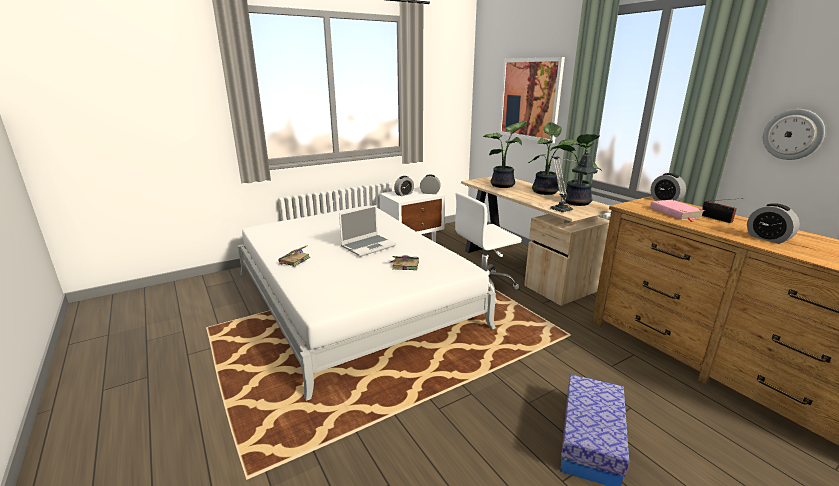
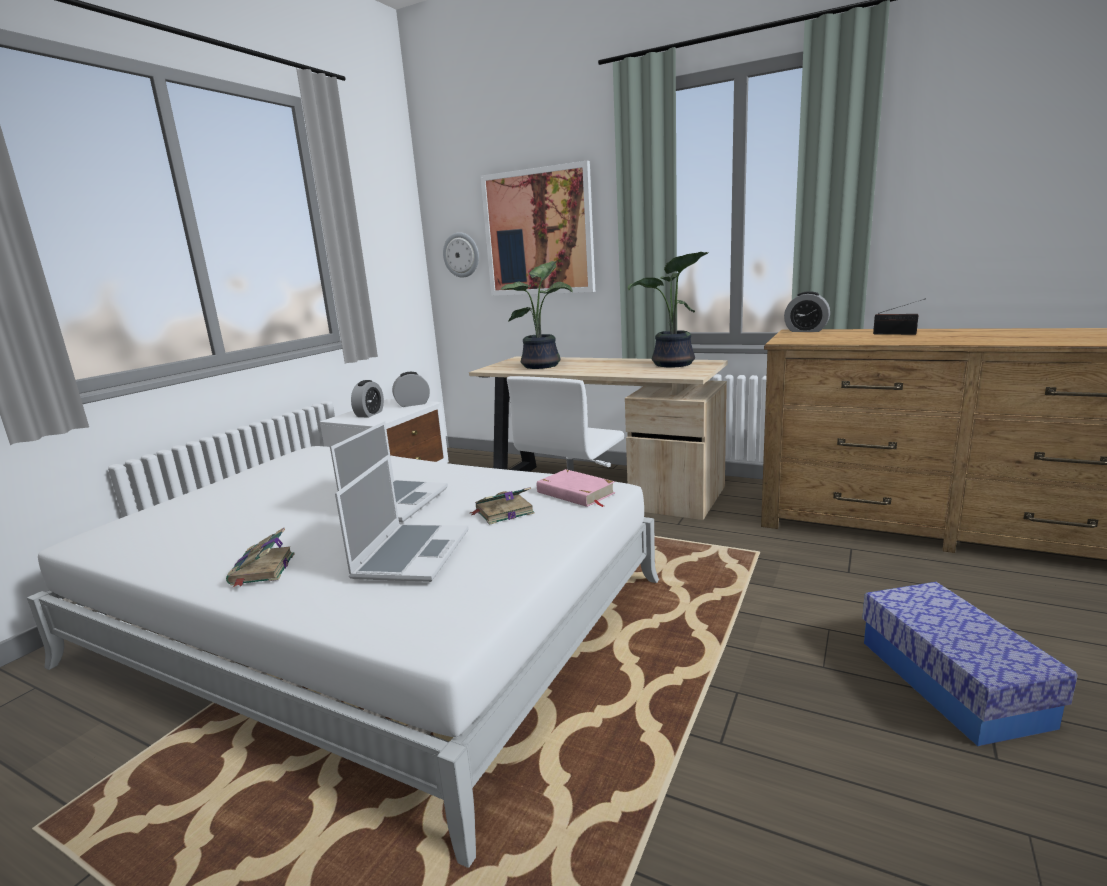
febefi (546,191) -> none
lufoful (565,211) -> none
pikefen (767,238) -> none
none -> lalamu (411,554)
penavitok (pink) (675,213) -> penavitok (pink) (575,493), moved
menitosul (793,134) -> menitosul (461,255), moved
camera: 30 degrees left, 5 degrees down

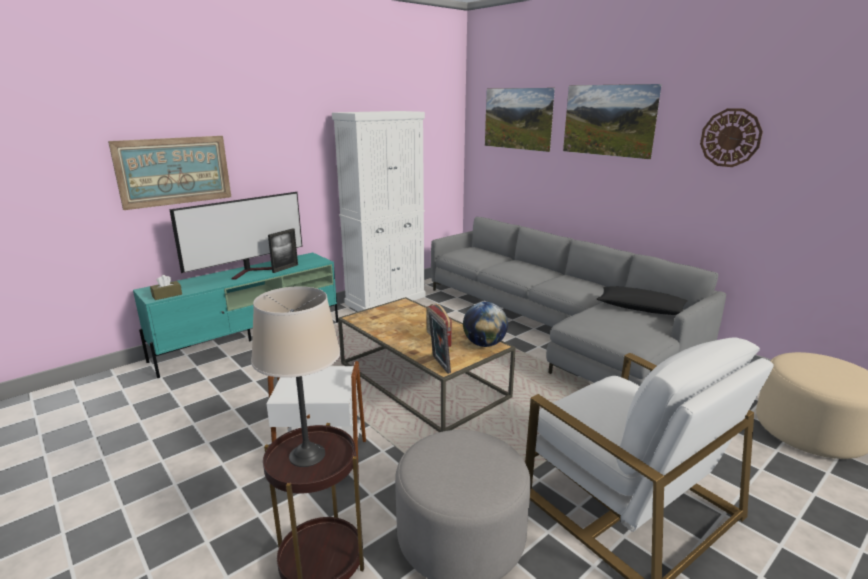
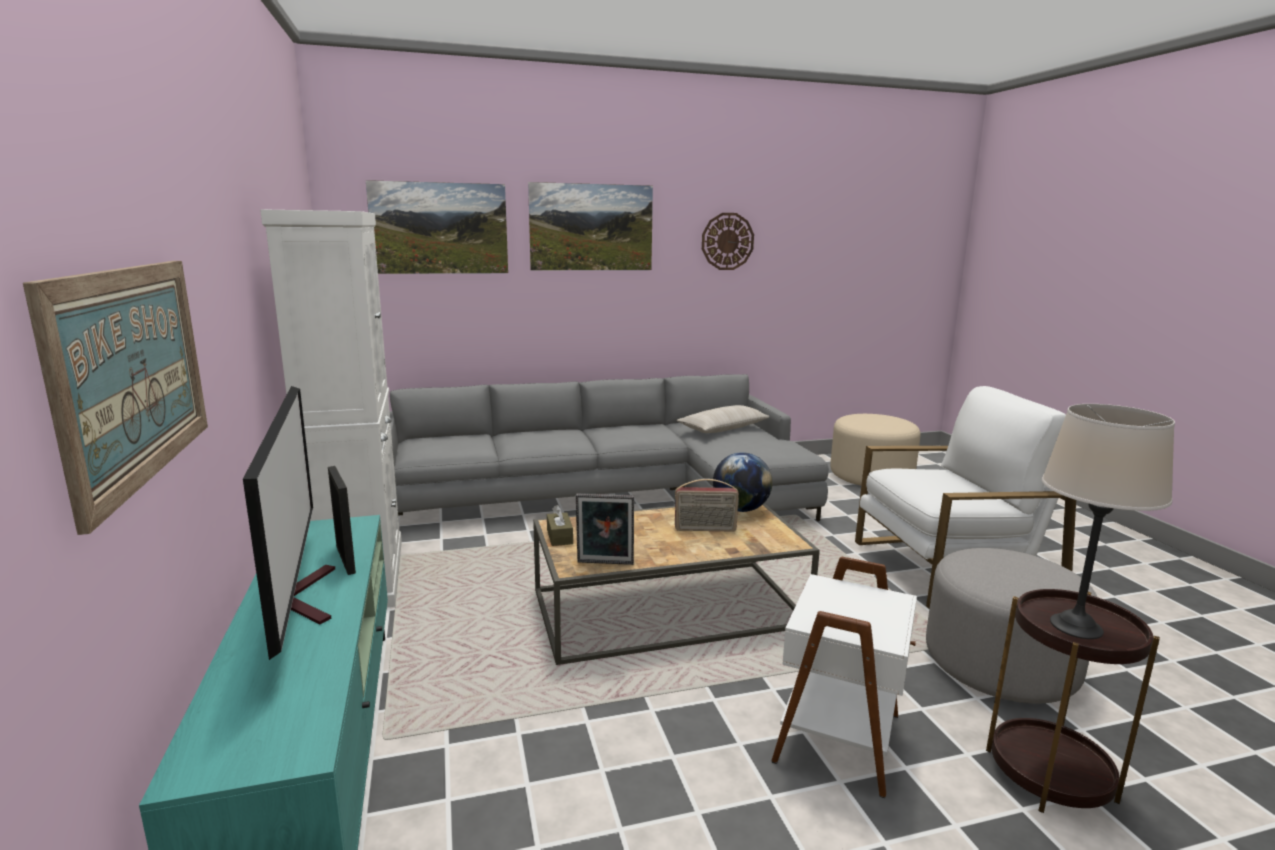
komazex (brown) (167,295) -> komazex (brown) (559,536), moved
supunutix (439,365) -> supunutix (605,564), moved
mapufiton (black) (640,308) -> mapufiton (beige) (723,428)
camera: 65 degrees left, 5 degrees down

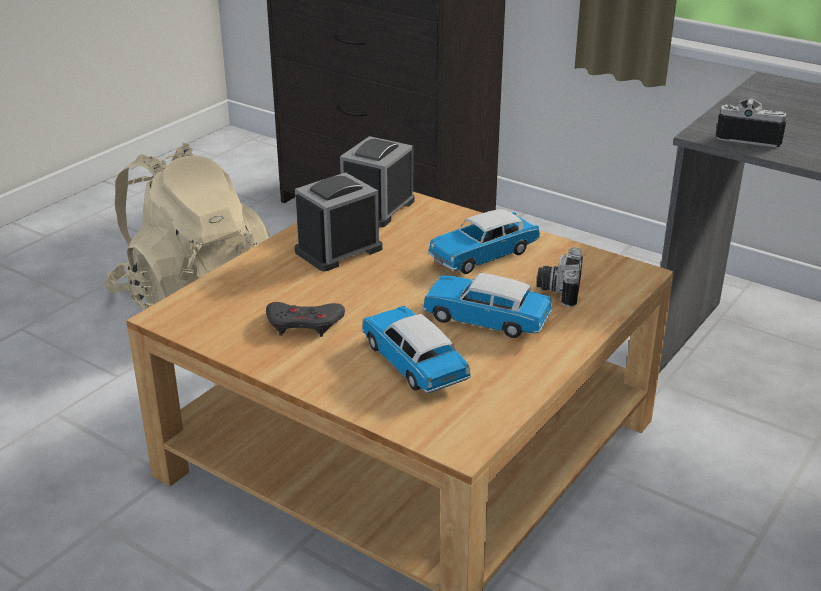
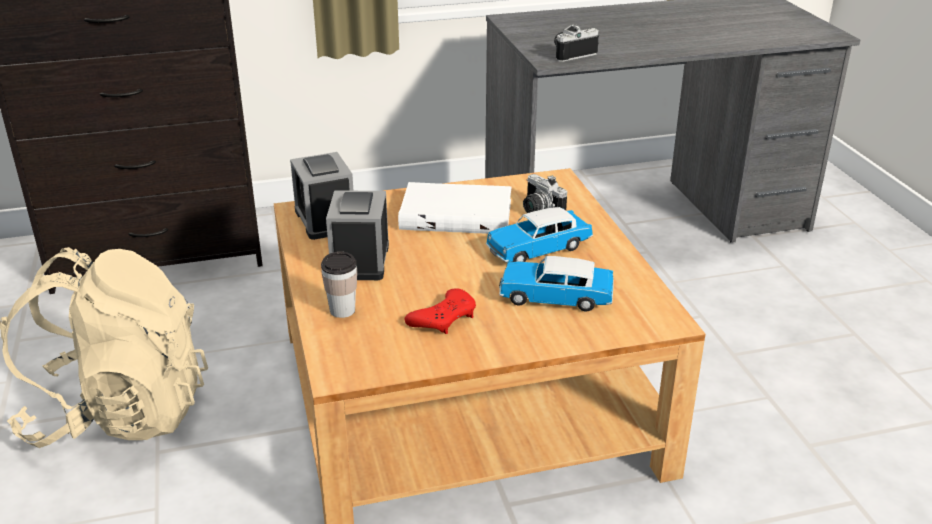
none -> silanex (342,310)
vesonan (483,255) -> penavitok (white) (457,214)
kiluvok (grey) (304,324) -> kiluvok (red) (444,317)
camera: 50 degrees left, 0 degrees up

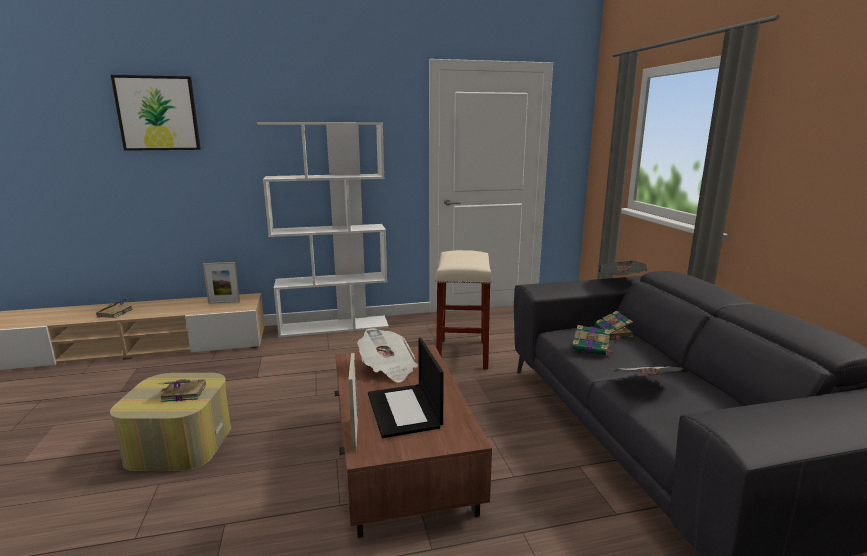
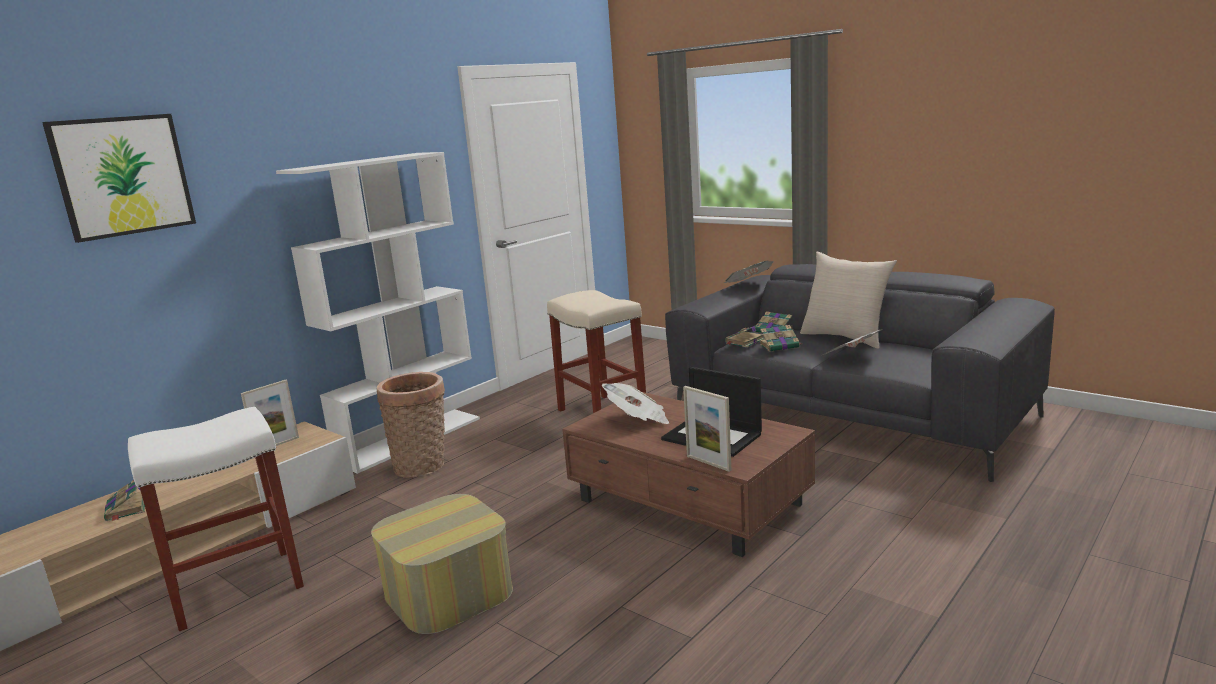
none -> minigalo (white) (235,589)
none -> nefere (423,466)
none -> mapufiton (beige) (845,337)
penavitok (183,393) -> penavitok (744,342), moved
camera: 35 degrees left, 0 degrees up

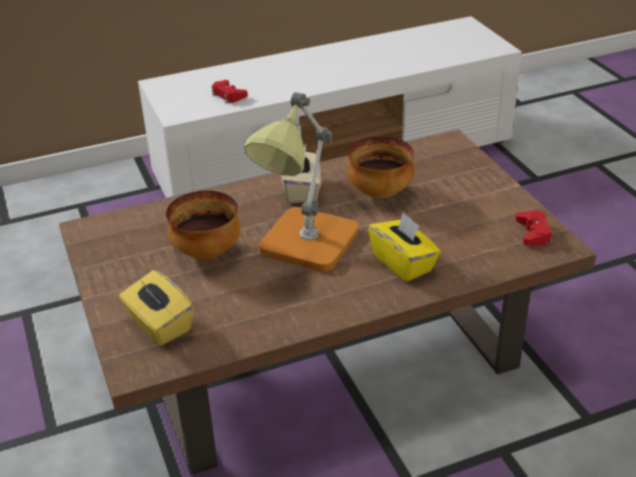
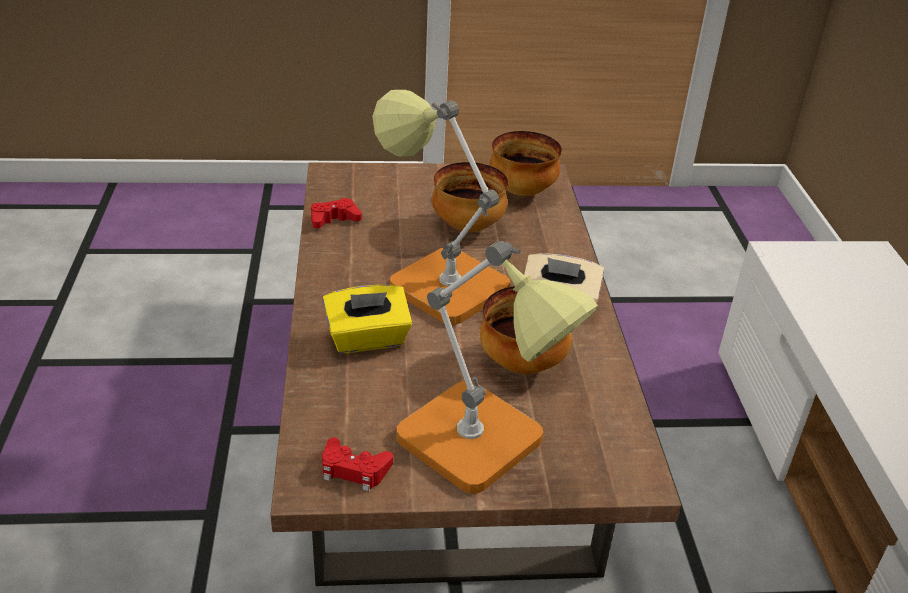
komazex (yellow) (159,325) -> none
none -> lufoful (484,447)
none -> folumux (522,191)
kiluvok (red) (228,95) -> kiluvok (red) (334,219), moved
camera: 105 degrees right, 0 degrees up

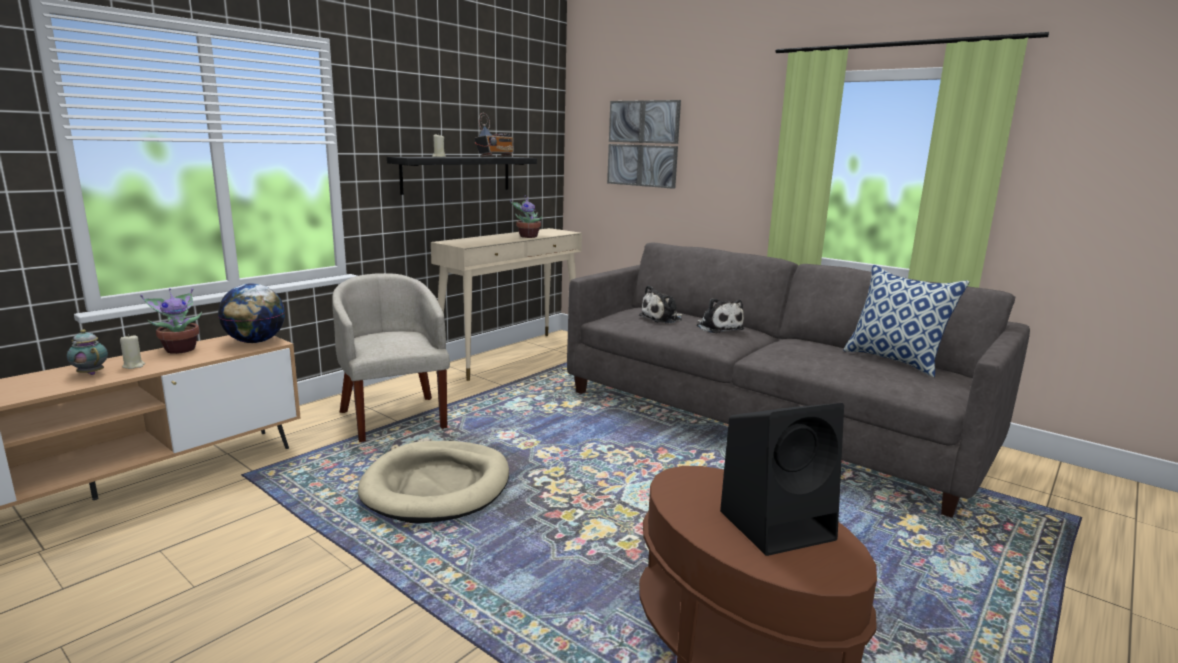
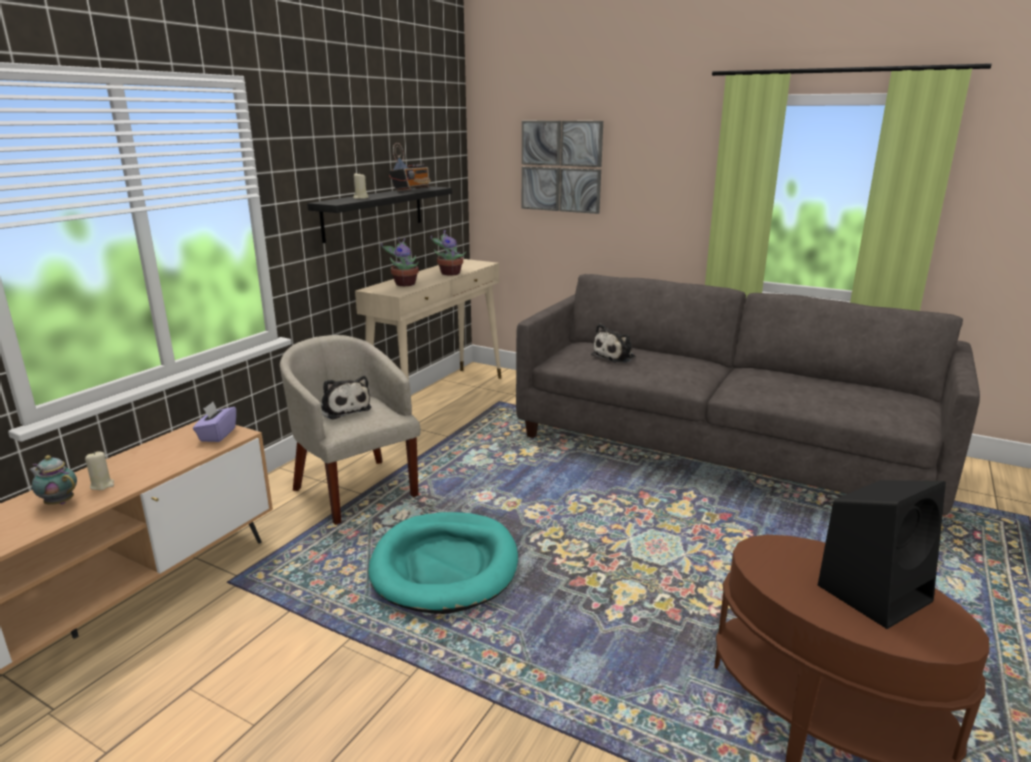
mapufiton (895,361) -> none
febefi (180,349) -> febefi (404,284), moved
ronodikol (718,327) -> ronodikol (344,409), moved
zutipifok (255,342) -> komazex (purple) (217,435)
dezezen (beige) (437,486) -> dezezen (turquoise) (445,566)
camera: 10 degrees left, 5 degrees up

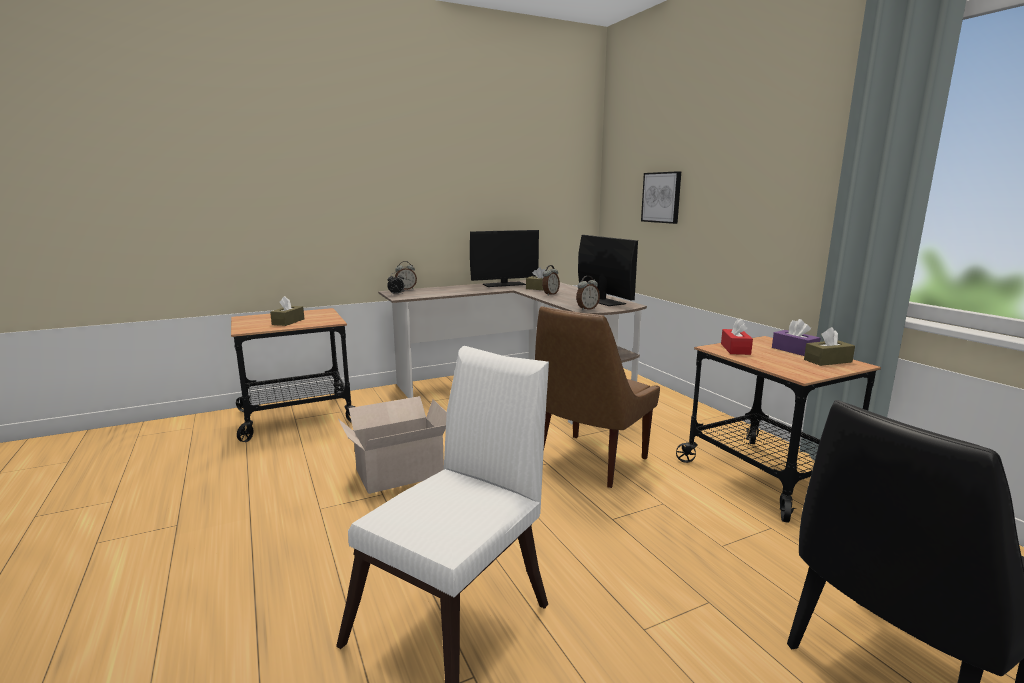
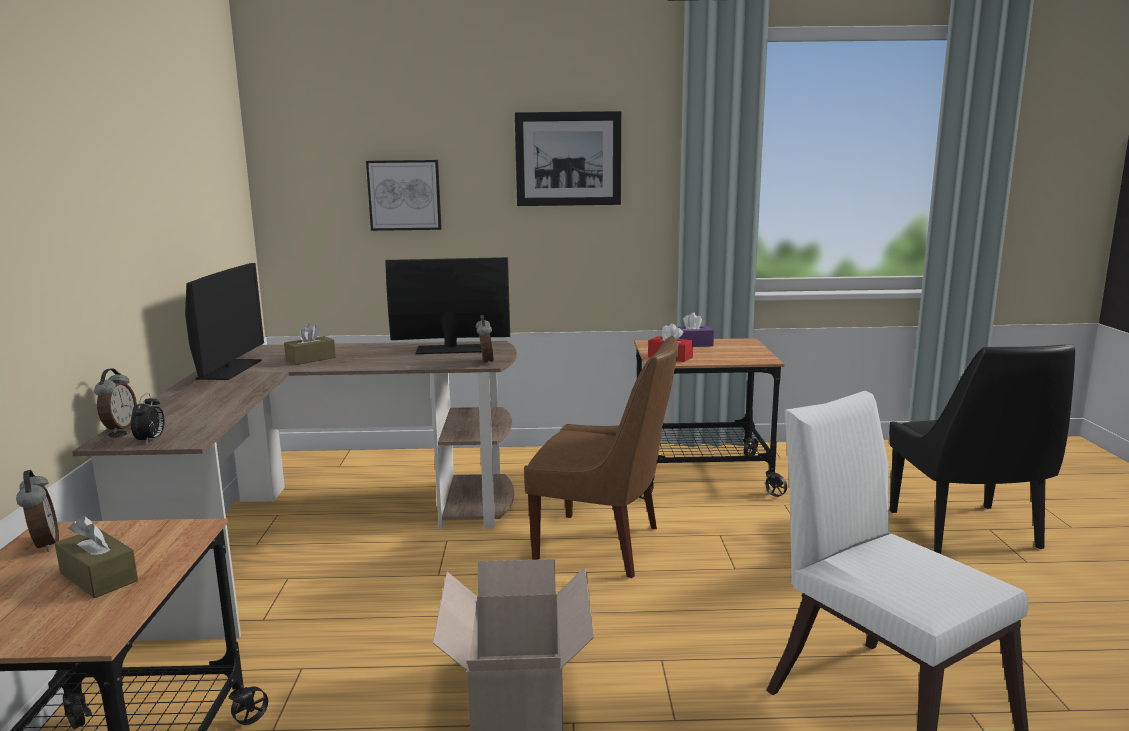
komazex (brown) (827,361) -> none
none -> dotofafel (568,159)
pikefen (550,294) -> pikefen (44,545), moved
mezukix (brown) (588,461) -> mezukix (brown) (603,546), 45 degrees counterclockwise
camera: 65 degrees left, 0 degrees up

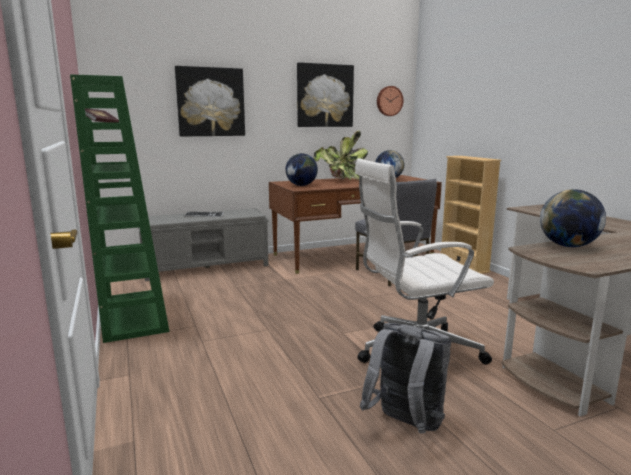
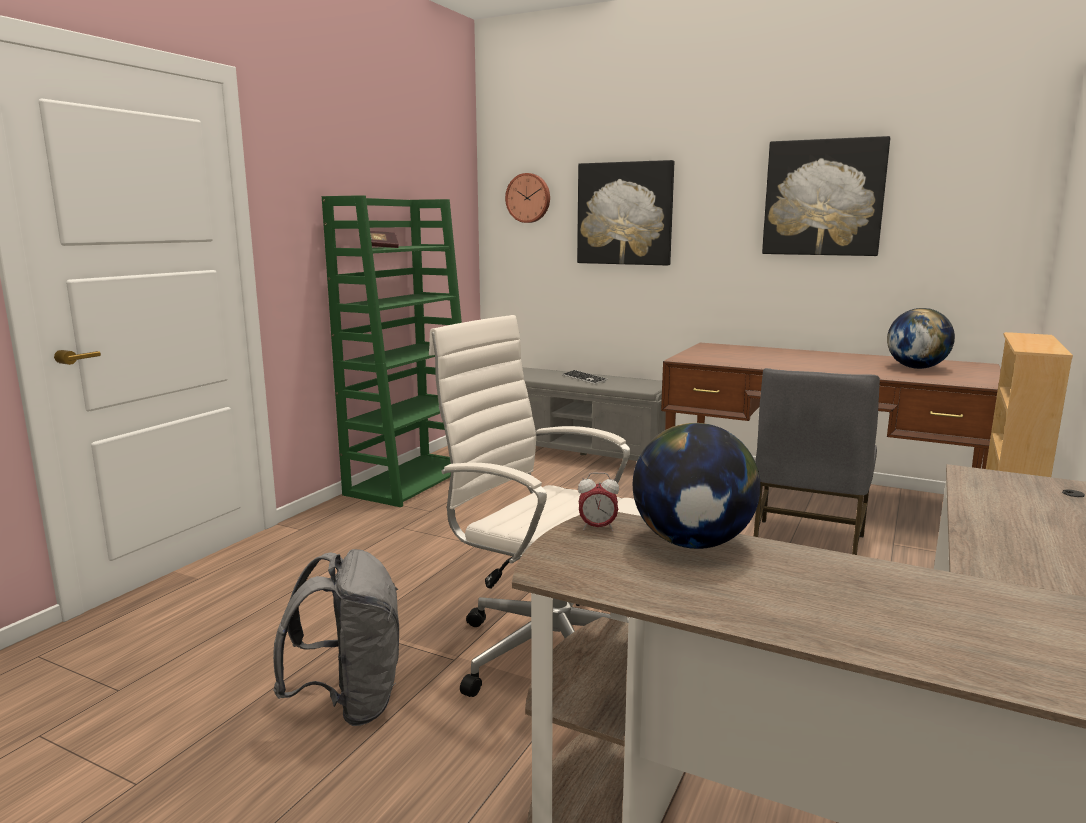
zutipifok (301,185) -> none
febefi (340,180) -> none
none -> pikefen (597,528)
menitosul (389,101) -> menitosul (528,198), moved
camera: 50 degrees right, 0 degrees up

